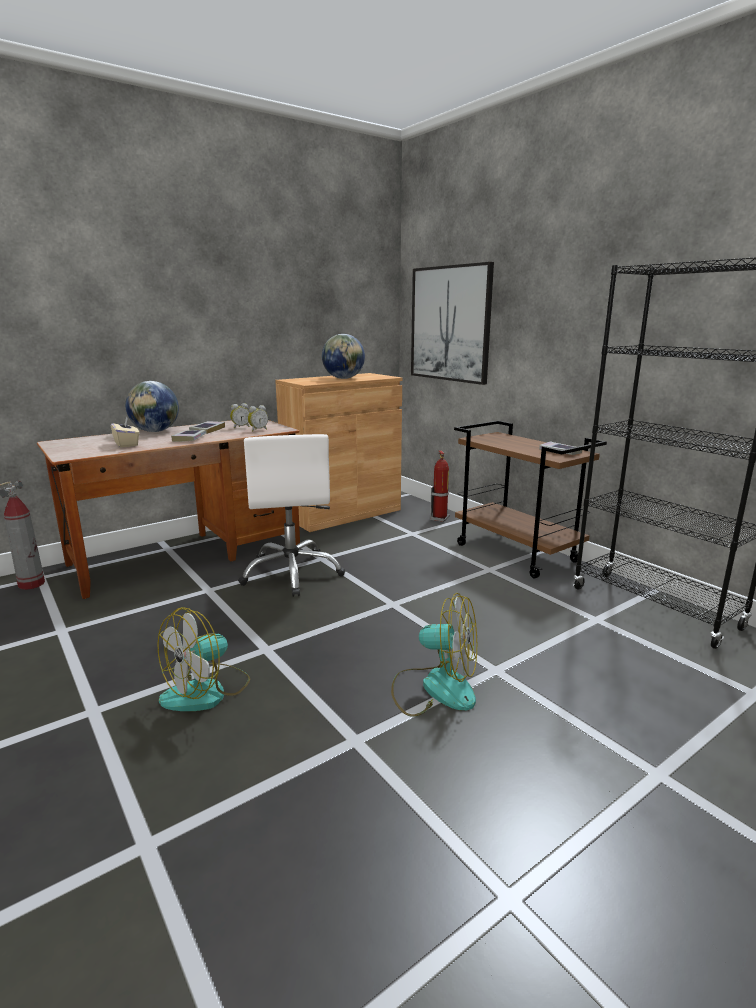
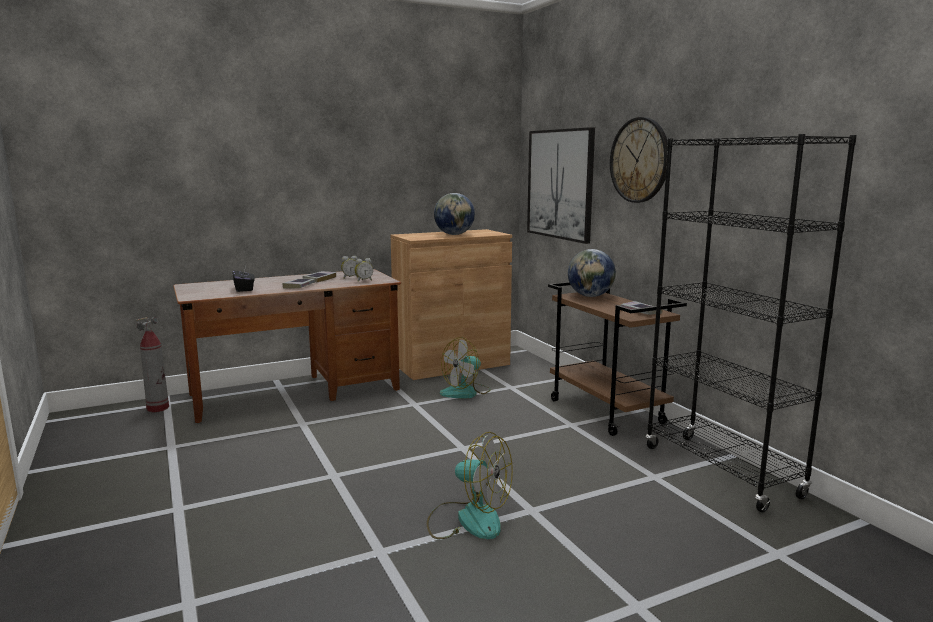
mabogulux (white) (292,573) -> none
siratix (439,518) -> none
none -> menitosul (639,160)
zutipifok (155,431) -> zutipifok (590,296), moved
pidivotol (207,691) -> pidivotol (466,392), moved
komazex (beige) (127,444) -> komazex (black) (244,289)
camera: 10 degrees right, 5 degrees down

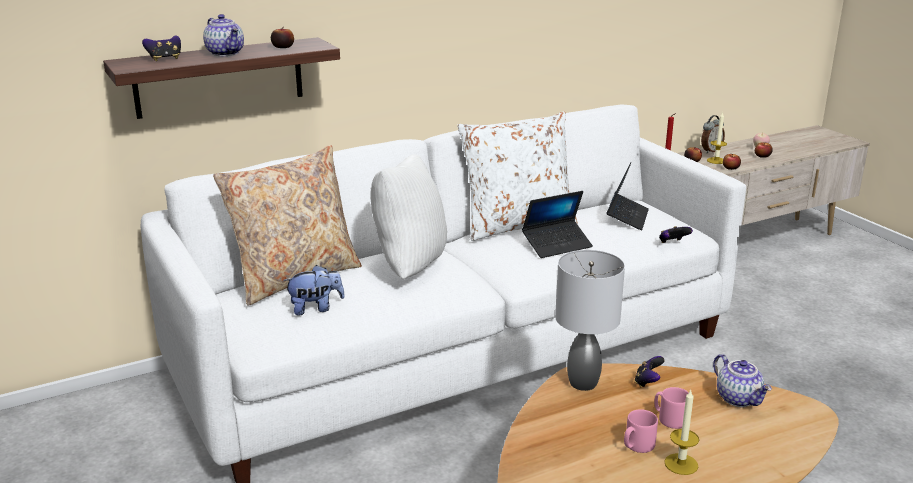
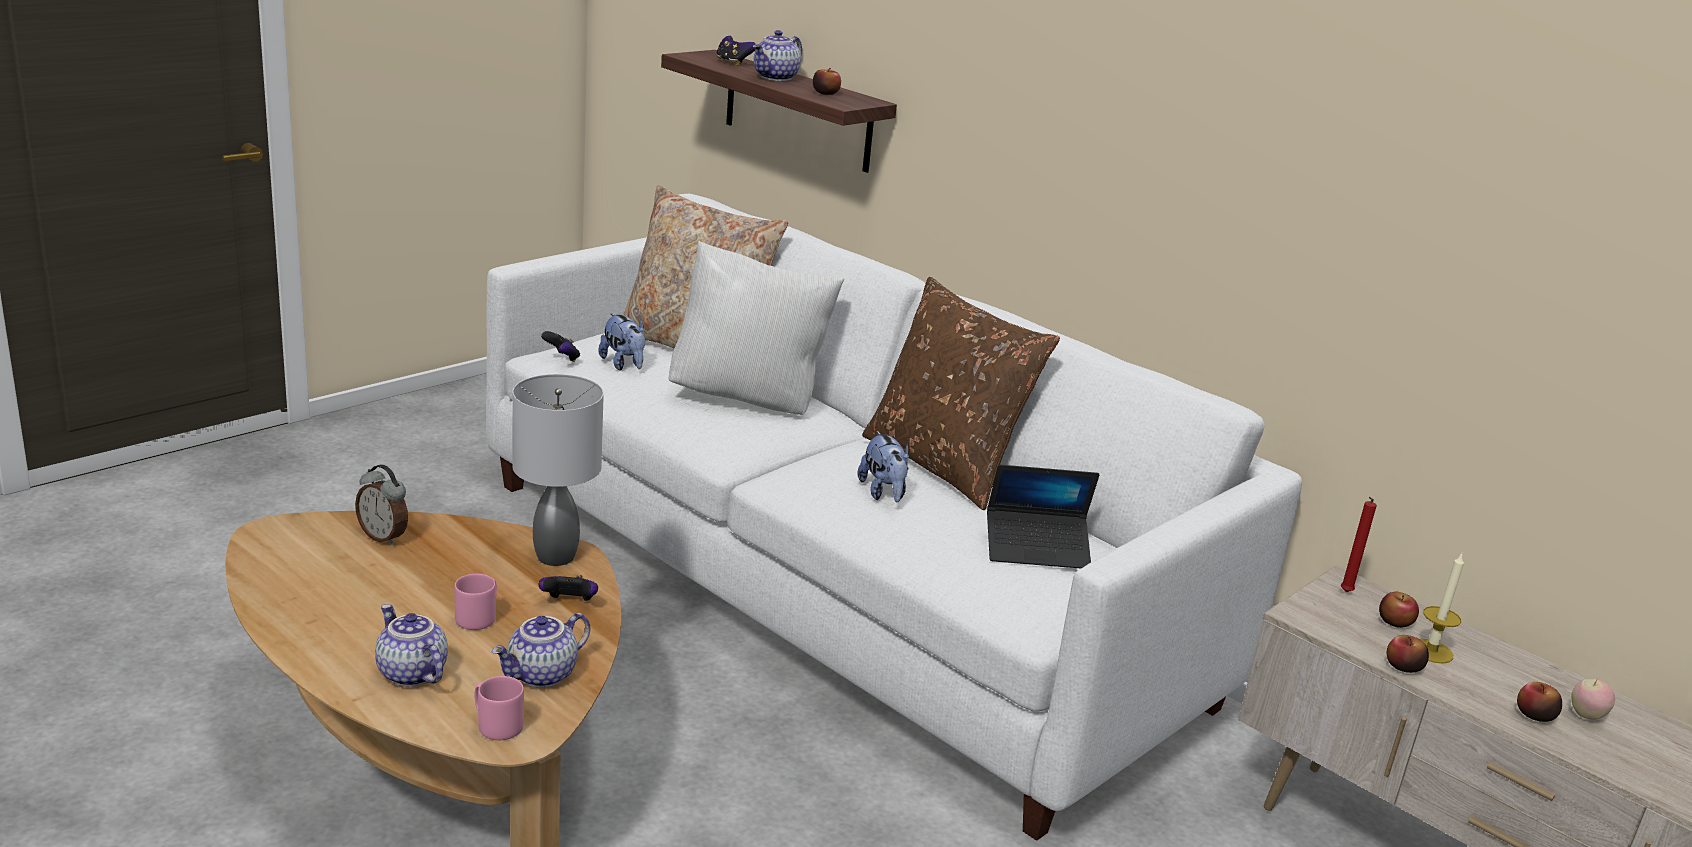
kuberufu (681,464) -> none
none -> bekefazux (410,673)
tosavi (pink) (637,446) -> tosavi (pink) (496,725), moved
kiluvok (673,243) -> kiluvok (562,359), moved
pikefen (710,151) -> pikefen (384,537), moved
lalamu (557,245) -> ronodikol (884,493)
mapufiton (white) (517,224) -> mapufiton (brown) (944,465)
camera: 70 degrees right, 0 degrees up

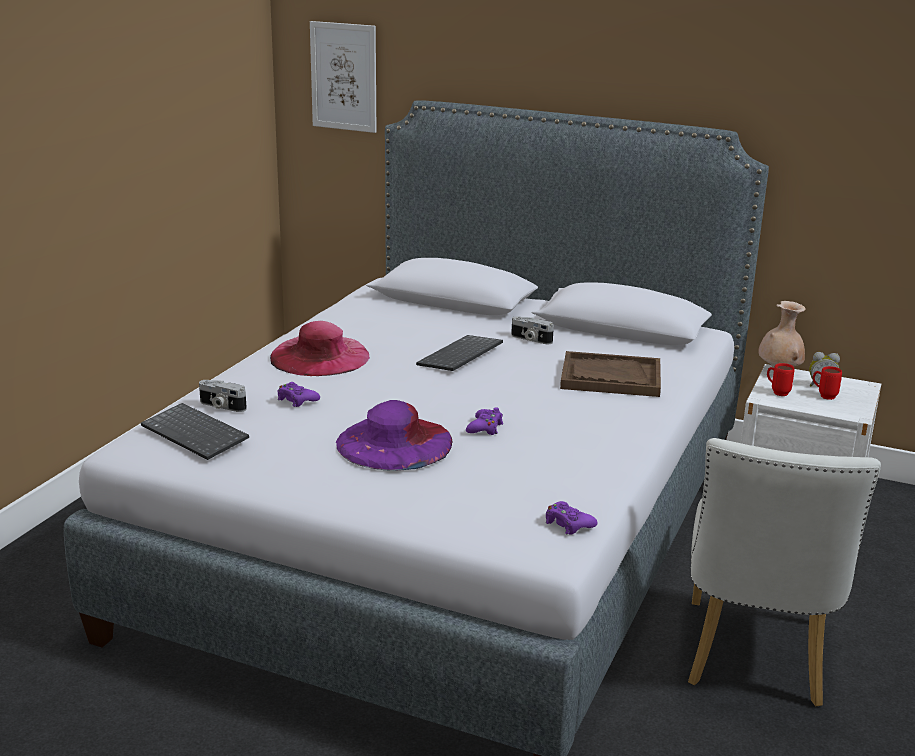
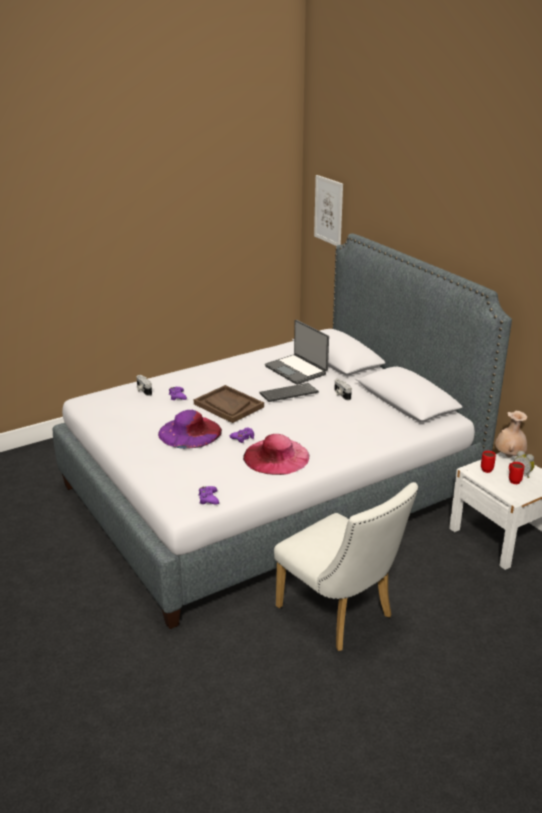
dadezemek (197,433) -> none
none -> lalamu (297,370)
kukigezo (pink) (319,356) -> kukigezo (pink) (276,456), moved
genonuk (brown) (610,377) -> genonuk (brown) (228,405), moved
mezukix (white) (754,661) -> mezukix (white) (340,615), 90 degrees counterclockwise
camera: 35 degrees right, 5 degrees up

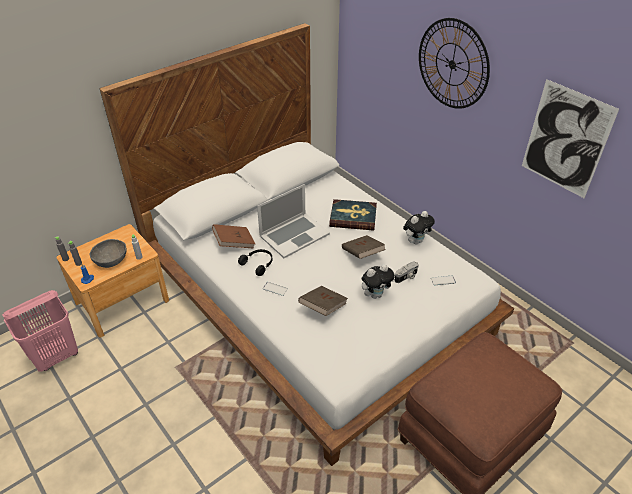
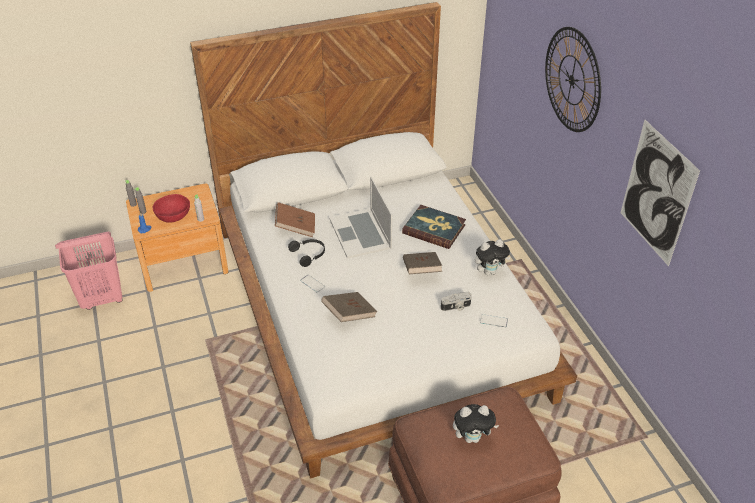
ronodikol (375,294) -> ronodikol (472,437), moved
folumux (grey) (111,260) -> folumux (red) (173,216)
lalamu (294,235) -> lalamu (360,233), 90 degrees clockwise
camera: 20 degrees right, 0 degrees up

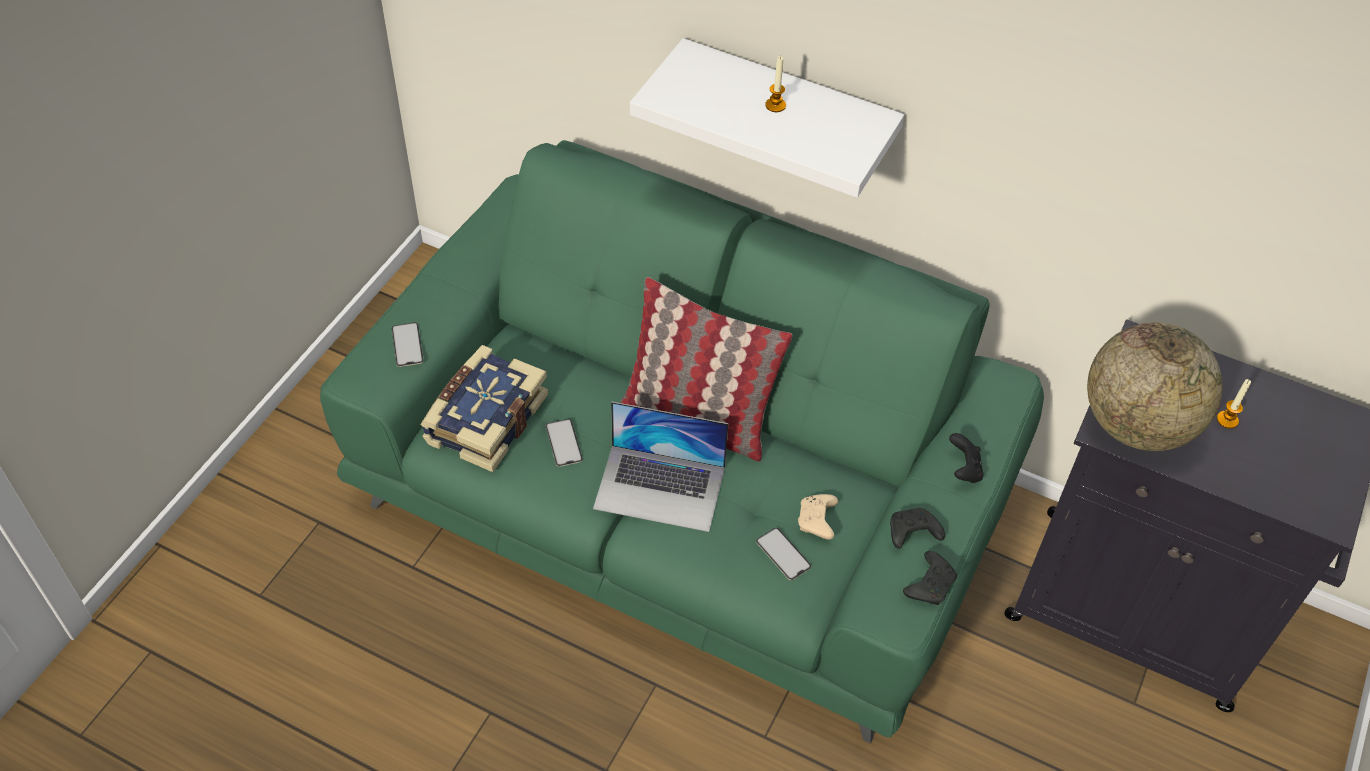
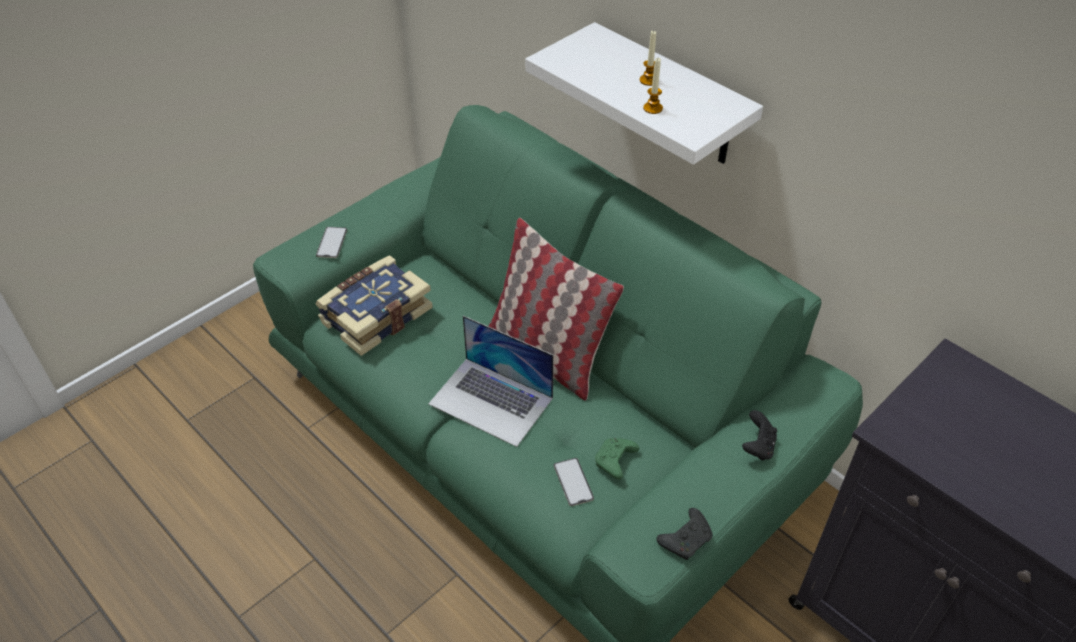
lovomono (564,443) -> none
kiluvok (black) (911,533) -> none
zutipifok (1136,425) -> none
kuberufu (1227,420) -> kuberufu (653,108), moved
kiluvok (beige) (817,521) -> kiluvok (green) (615,462)
camera: 20 degrees right, 5 degrees down

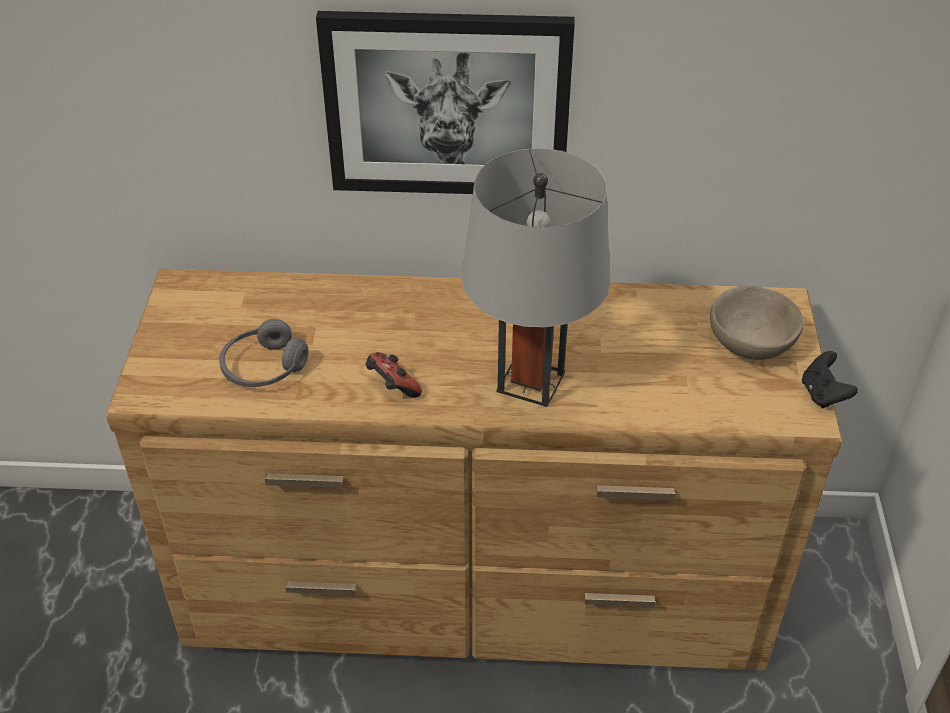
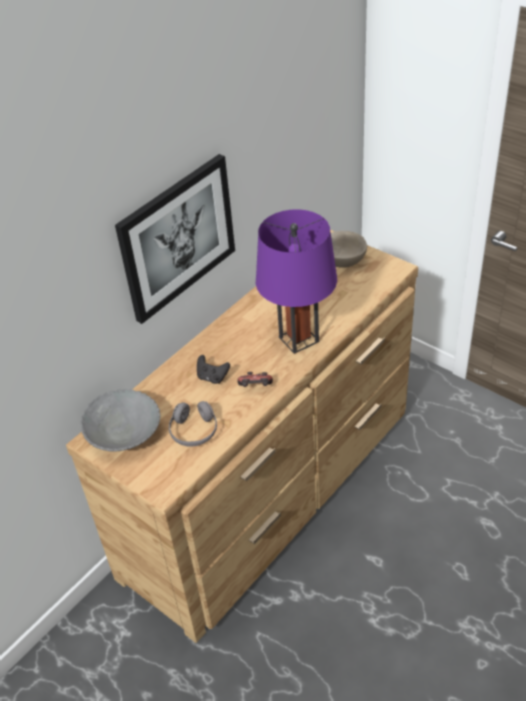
none -> folumux (grey) (124,434)
kiluvok (black) (823,394) -> kiluvok (black) (212,377), moved
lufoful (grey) (530,382) -> lufoful (purple) (299,339)
camera: 50 degrees left, 0 degrees up

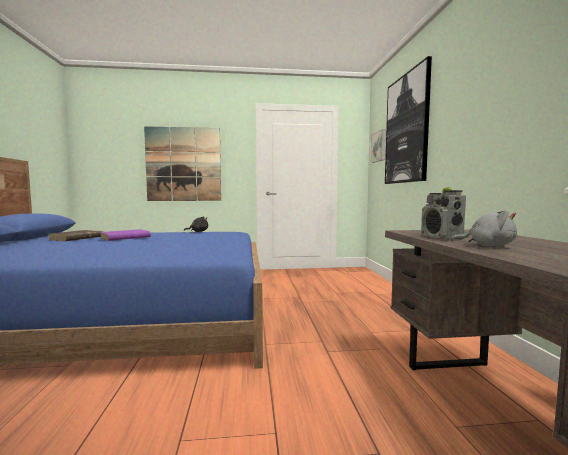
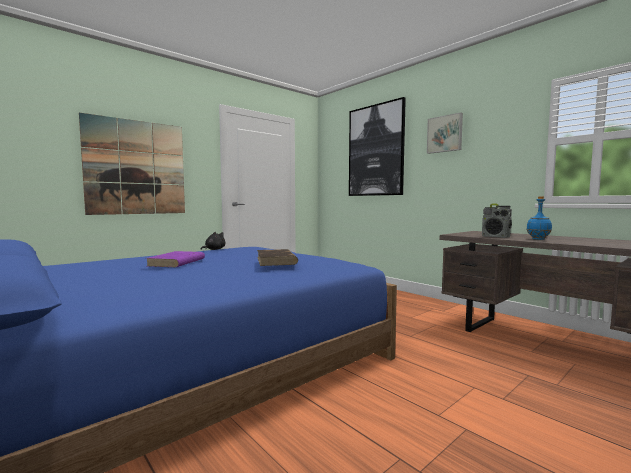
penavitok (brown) (76,238) -> penavitok (brown) (276,261), moved
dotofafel (379,146) -> dotofafel (445,134), moved
ronodikol (grey) (487,246) -> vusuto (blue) (537,239)
camera: 35 degrees left, 0 degrees up

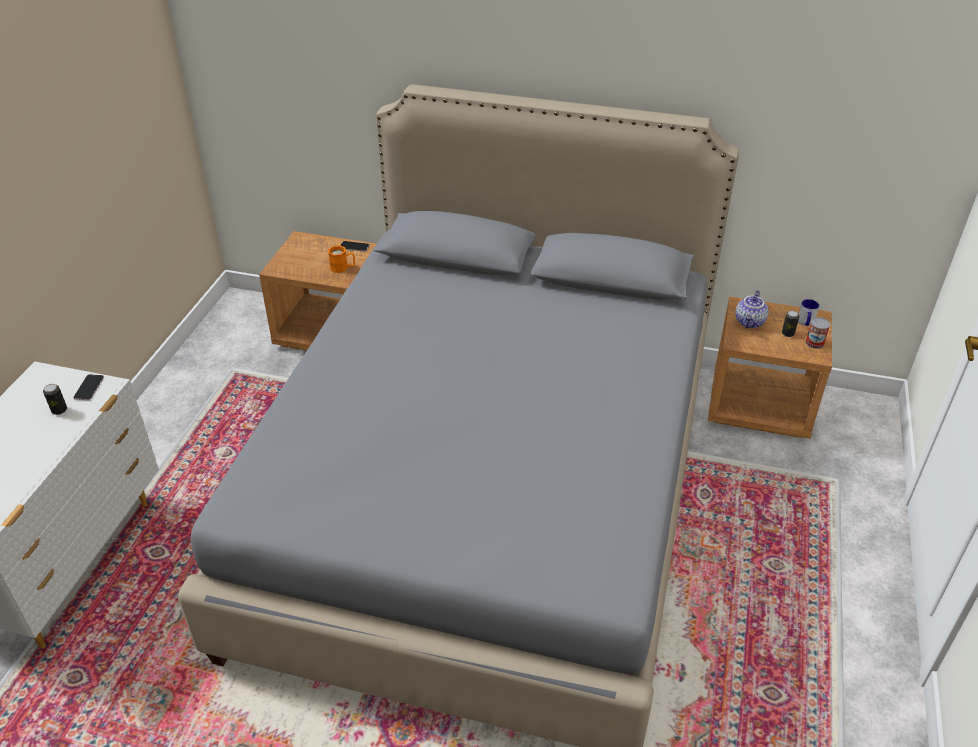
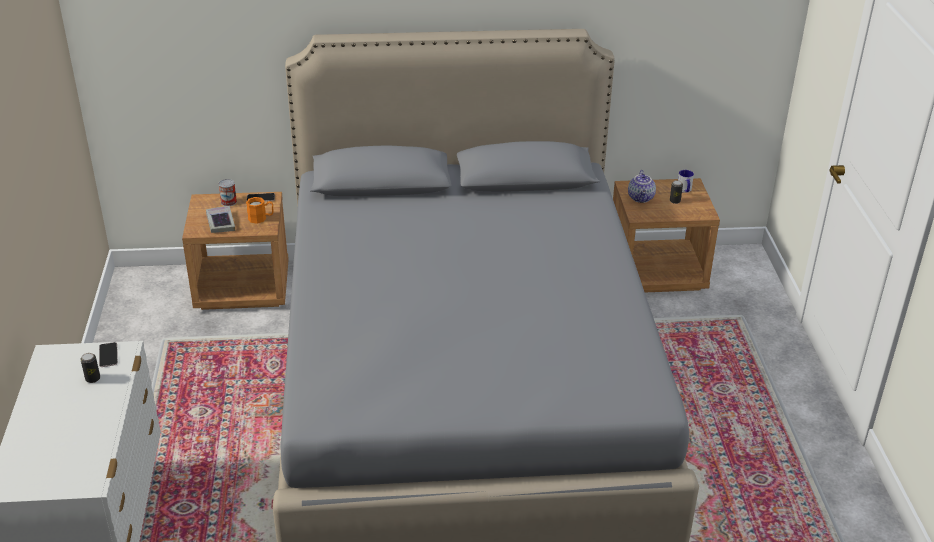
none -> penavitok (220,222)
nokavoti (814,343) -> nokavoti (228,202), moved
camera: 20 degrees left, 5 degrees down

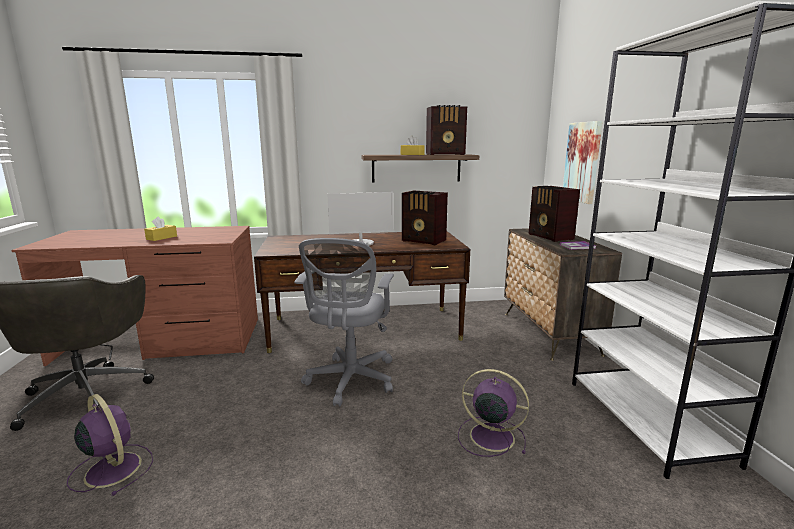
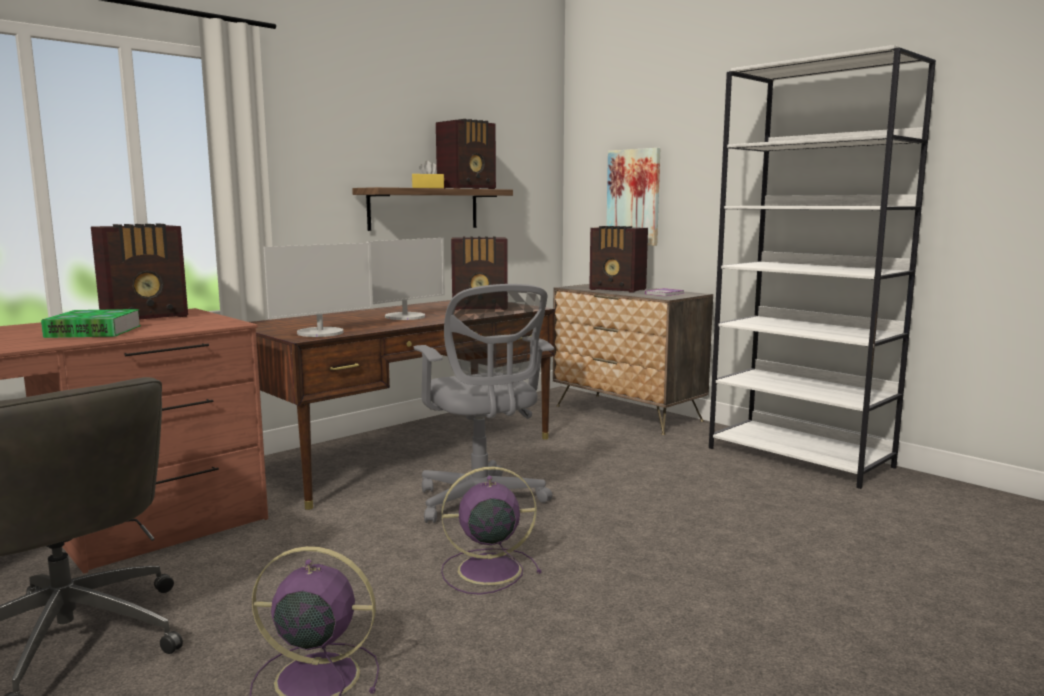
none -> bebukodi (146,317)
none -> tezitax (321,333)
pidivotol (purple) (489,436) -> pidivotol (purple) (486,570), moved
komazex (yellow) (161,238) -> penavitok (94,331)
camera: 35 degrees left, 5 degrees down

